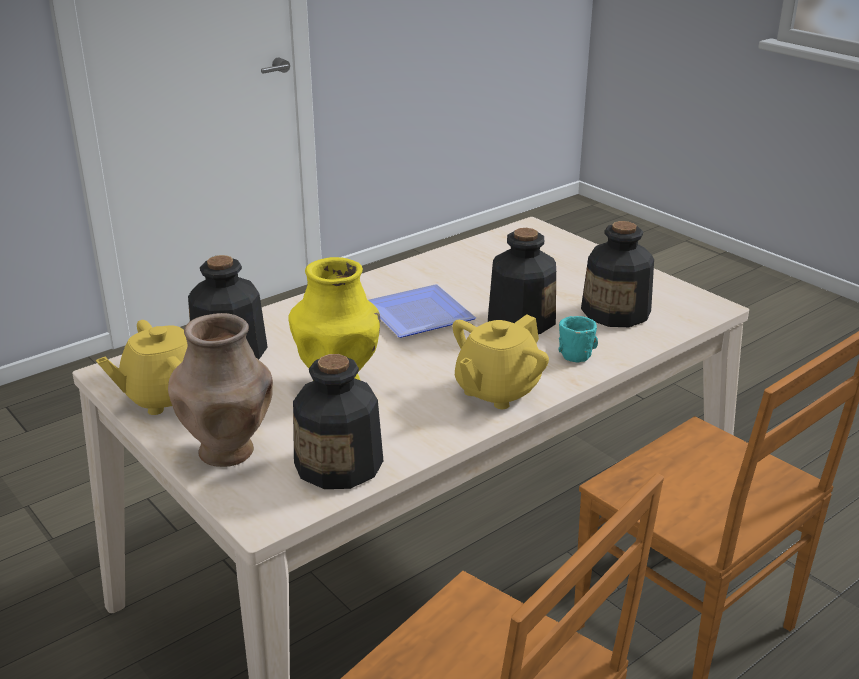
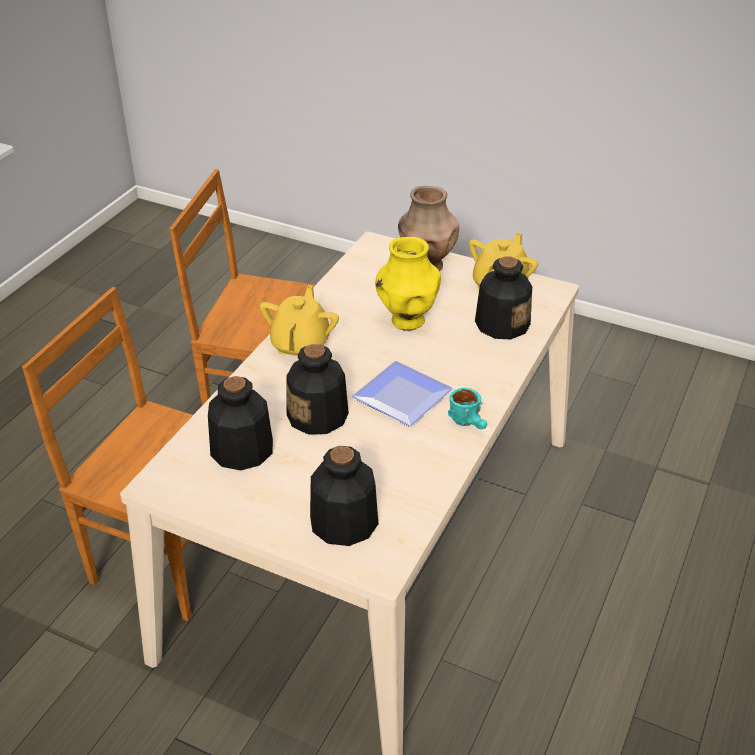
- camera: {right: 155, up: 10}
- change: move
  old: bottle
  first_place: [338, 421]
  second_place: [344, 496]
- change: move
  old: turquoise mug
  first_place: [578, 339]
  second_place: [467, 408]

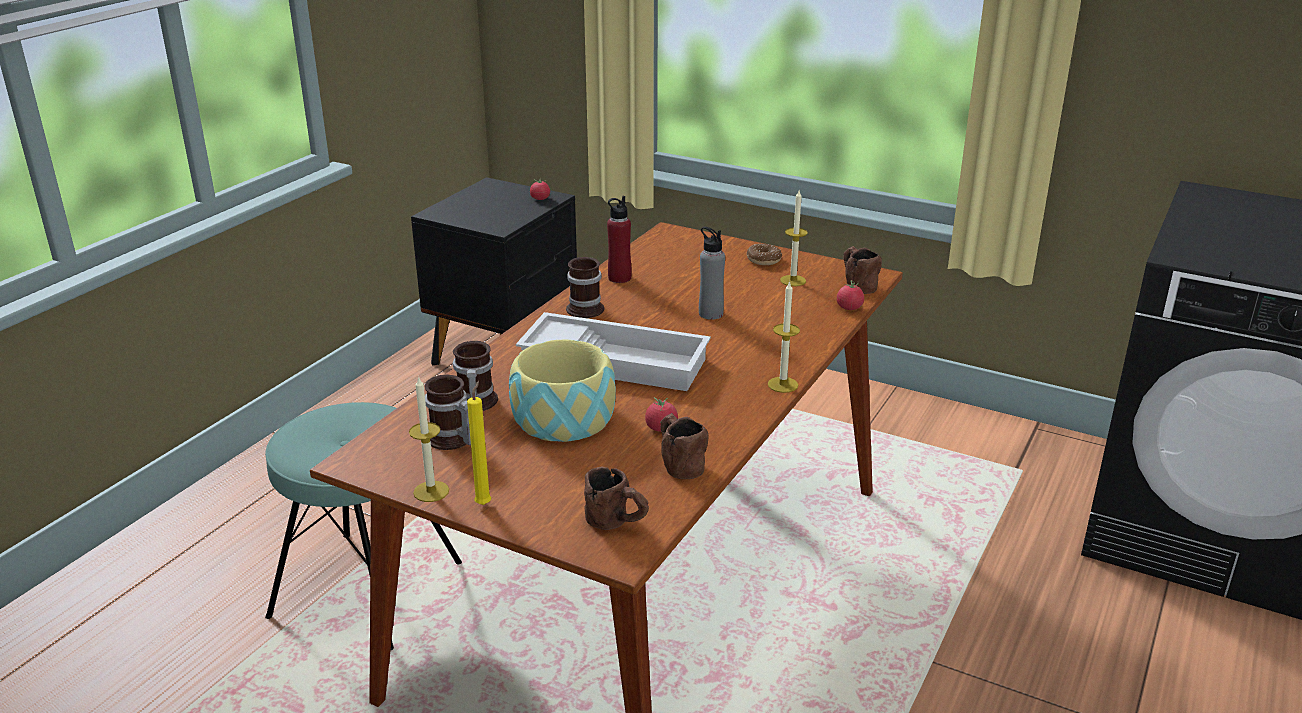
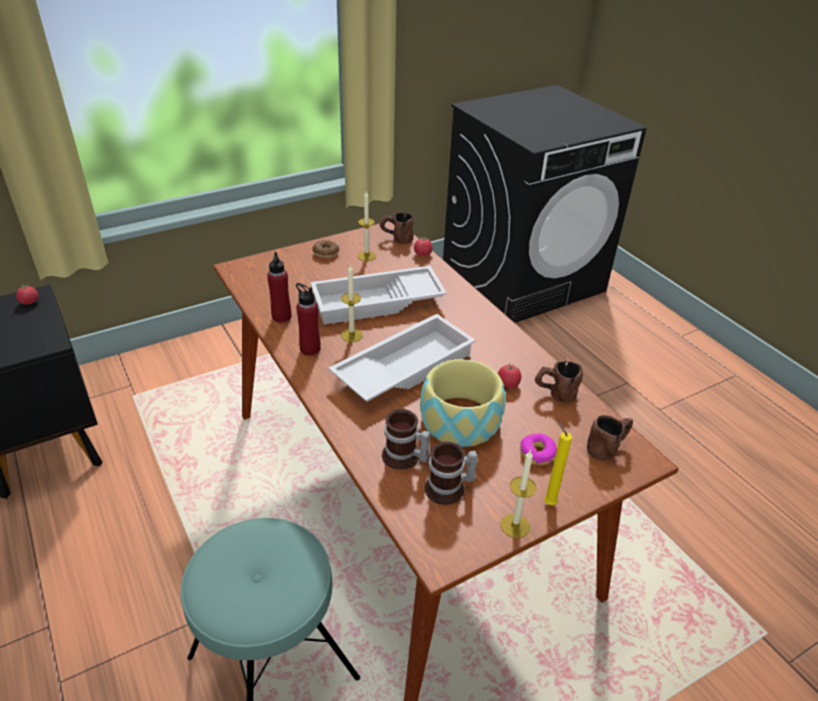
- camera: {right: -60, up: 10}
- change: insert
  new: donut
  second_place: [538, 449]
- change: move
  old: candle
  first_place: [784, 337]
  second_place: [352, 303]
- change: replace
  old: mug
  new: red bottle
  first_place: [585, 287]
  second_place: [308, 319]
- change: replace
  old: grey bottle
  new: white tray
  first_place: [712, 273]
  second_place: [378, 295]

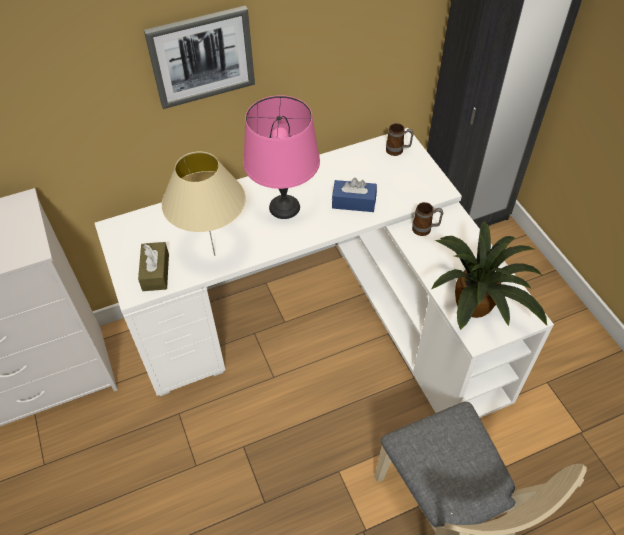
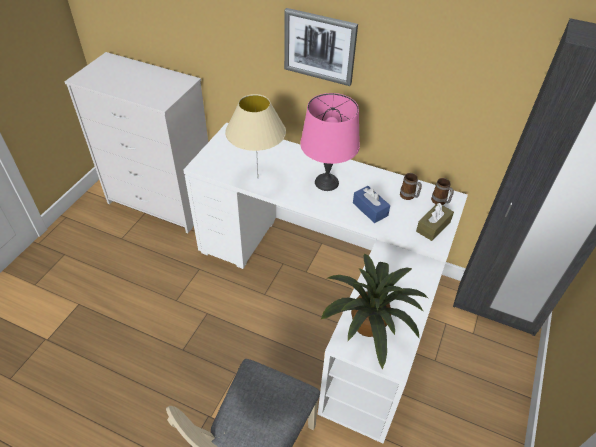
- camera: {right: 45, up: -5}
- change: move
  old: brown tissue box
  first_place: [153, 266]
  second_place: [435, 222]
- change: move
  old: mug
  first_place: [427, 219]
  second_place: [411, 186]

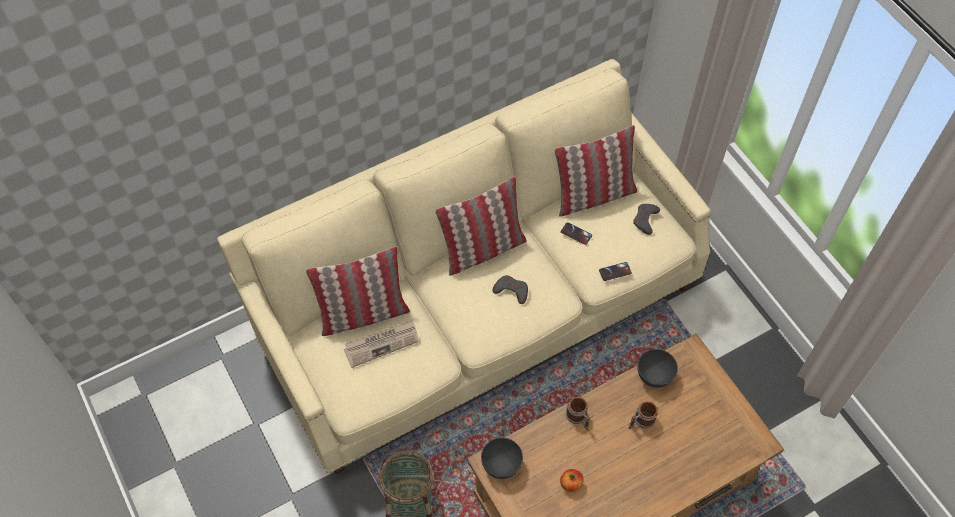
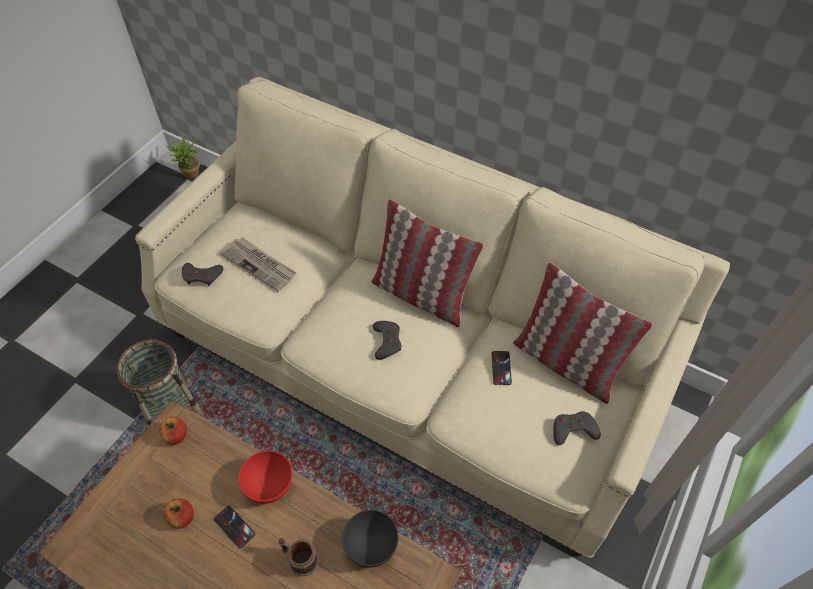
- camera: {right: 60, up: -5}
- change: delete
  old: pillow
  first_place: [358, 291]
- change: insert
  new: potted plant
  second_place: [183, 156]
- change: insert
  new: grey game controller
  second_place: [202, 274]
- change: move
  old: phone
  first_place: [615, 271]
  second_place: [234, 527]
- change: replace
  old: grey bowl
  new: apple
  first_place: [502, 458]
  second_place: [173, 430]
- change: replace
  old: mug
  new: red bowl
  first_place: [578, 413]
  second_place: [265, 477]

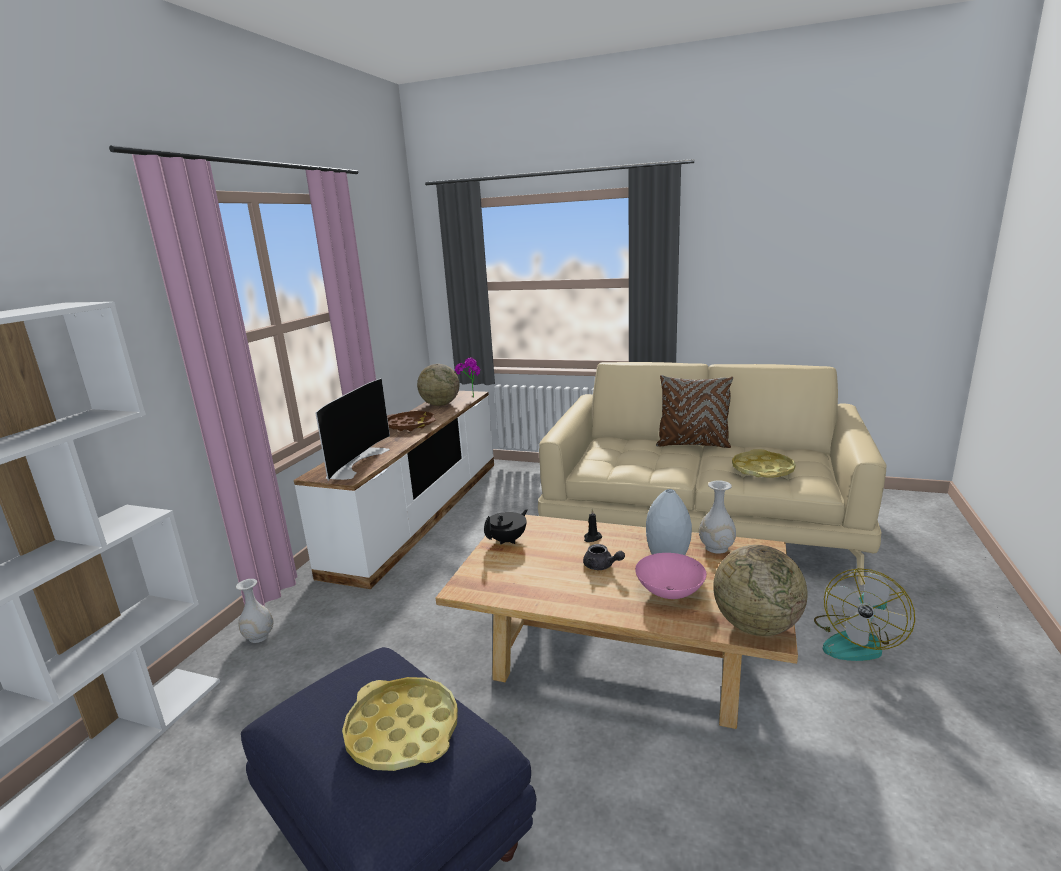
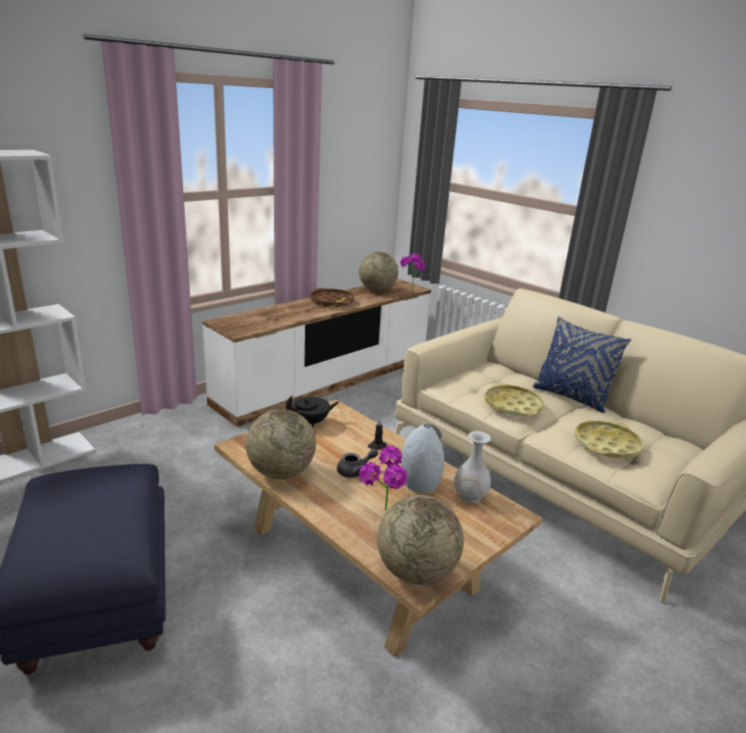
- camera: {right: 25, up: 5}
- change: delete
  old: white vase
  first_place: [255, 611]
- change: delete
  old: television
  first_place: [352, 429]
- change: delete
  old: fan
  first_place: [864, 614]
- change: insert
  new: globe
  second_place: [281, 444]
- change: move
  old: yellow tray
  first_place: [400, 724]
  second_place: [514, 399]
- change: replace
  old: pink bowl
  new: potted plant
  first_place: [670, 576]
  second_place: [383, 477]
- change: recolor
  old: brown pillow
  new: blue pillow
  first_place: [694, 411]
  second_place: [581, 365]
- change: rotate
  old: grey teapot
  first_place: [604, 557]
  second_place: [357, 463]
  degrees: -90

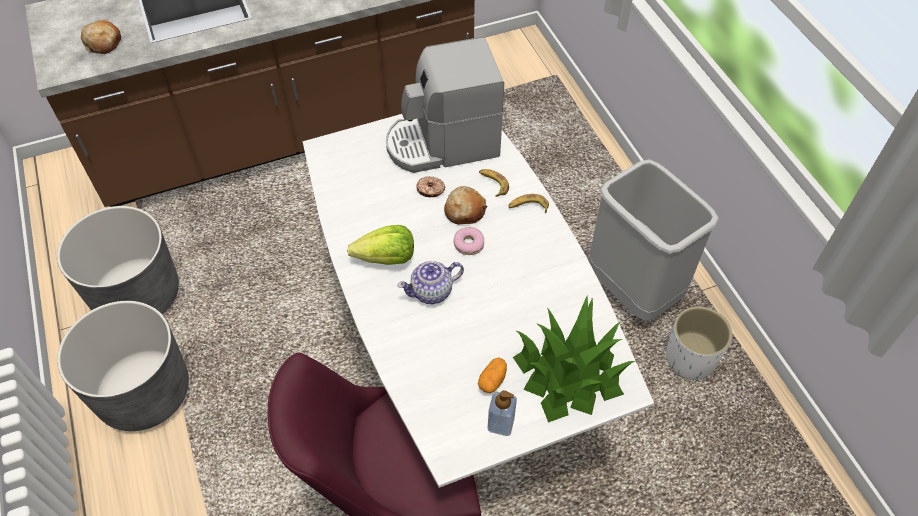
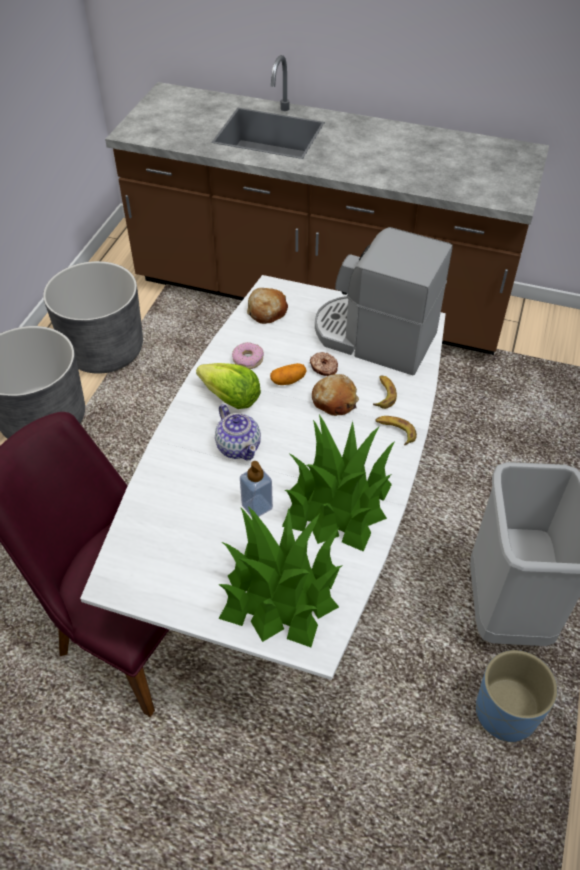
- camera: {right: 40, up: -5}
- change: insert
  new: potted plant
  second_place: [338, 483]
- change: move
  old: bread
  first_place: [101, 37]
  second_place: [267, 306]
- change: move
  old: donut
  first_place: [468, 241]
  second_place: [248, 355]
- change: move
  old: potato
  first_place: [492, 375]
  second_place: [288, 374]
- change: move
  old: soap dispenser
  first_place: [502, 413]
  second_place: [256, 489]
- change: recolor
  old: white planter
  new: blue planter
  first_place: [699, 343]
  second_place: [516, 696]
- change: rotate
  old: teapot
  first_place: [431, 282]
  second_place: [238, 432]
  degrees: -135

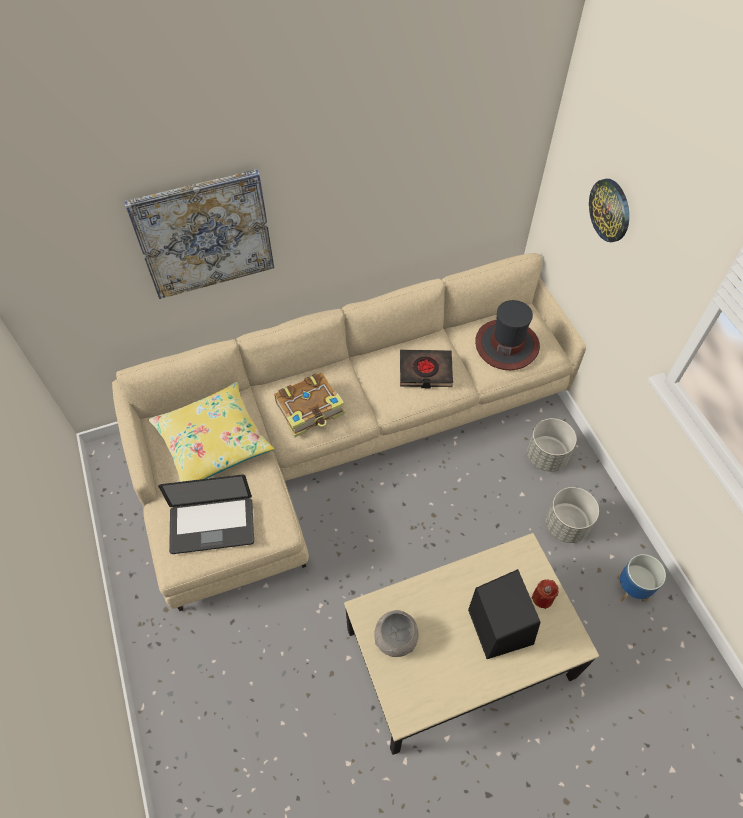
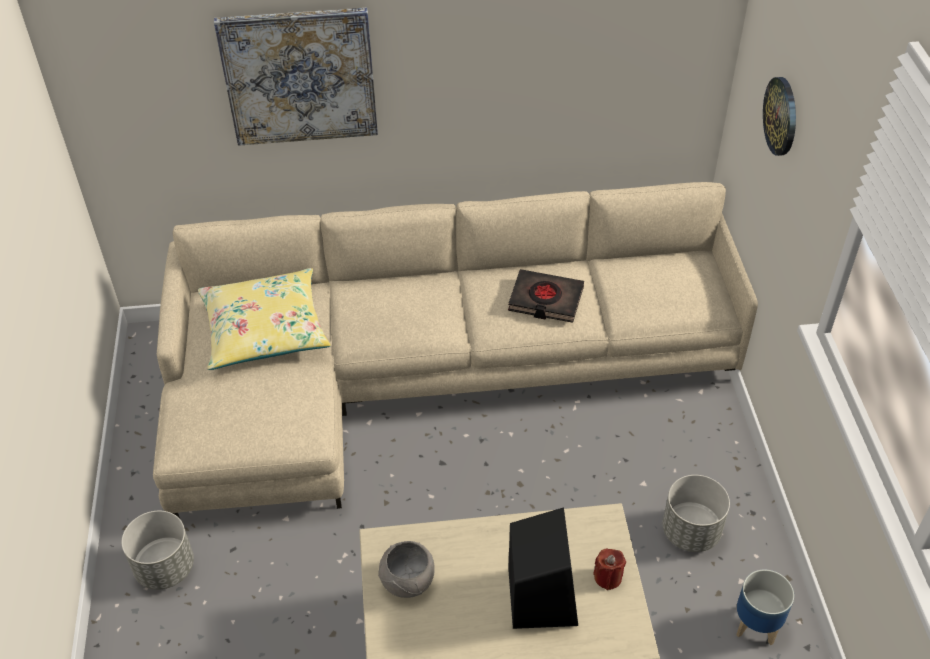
- camera: {right: 15, up: -10}
- change: delete
  old: laptop
  first_place: [206, 514]
- change: delete
  old: book
  first_place: [309, 405]
- change: delete
  old: hat
  first_place: [507, 335]
- change: move
  old: grey planter
  first_place: [552, 445]
  second_place: [157, 550]

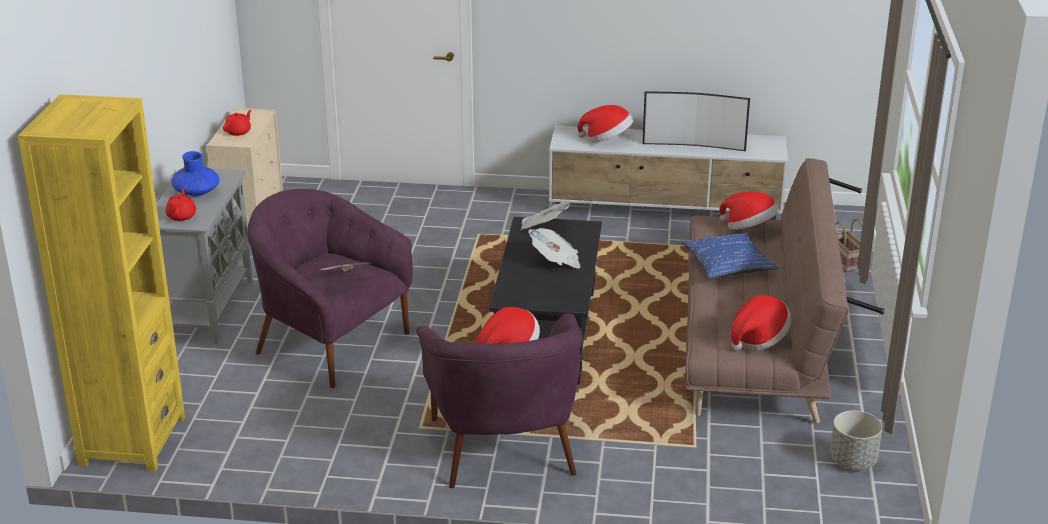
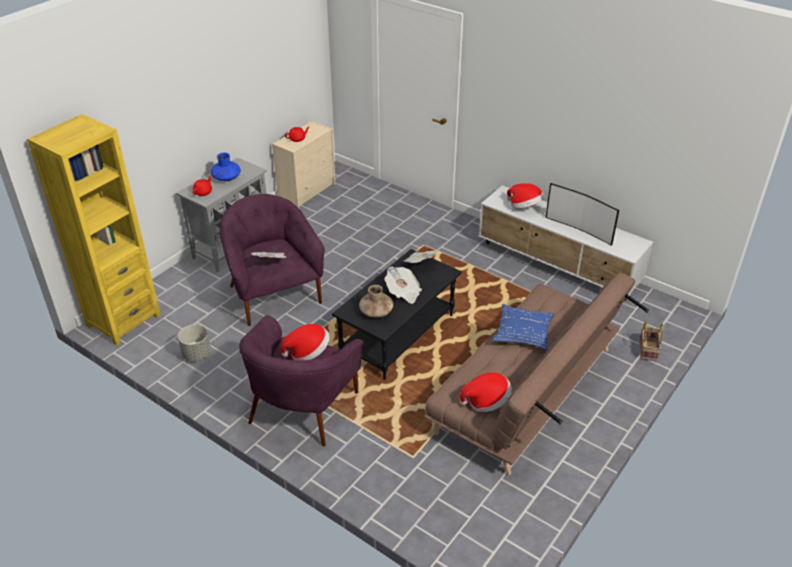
- camera: {right: 30, up: 10}
- change: delete
  old: hat
  first_place: [749, 210]
- change: insert
  new: brown vase
  second_place: [376, 301]
- change: move
  old: grey planter
  first_place: [856, 440]
  second_place: [194, 343]

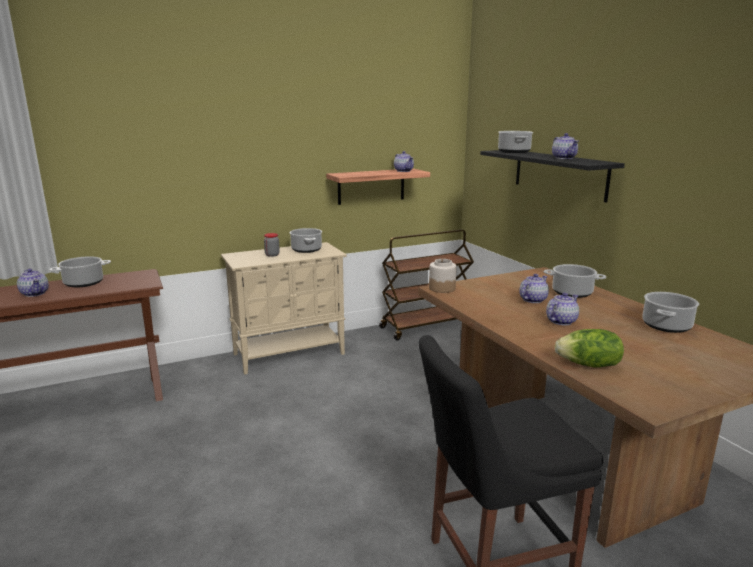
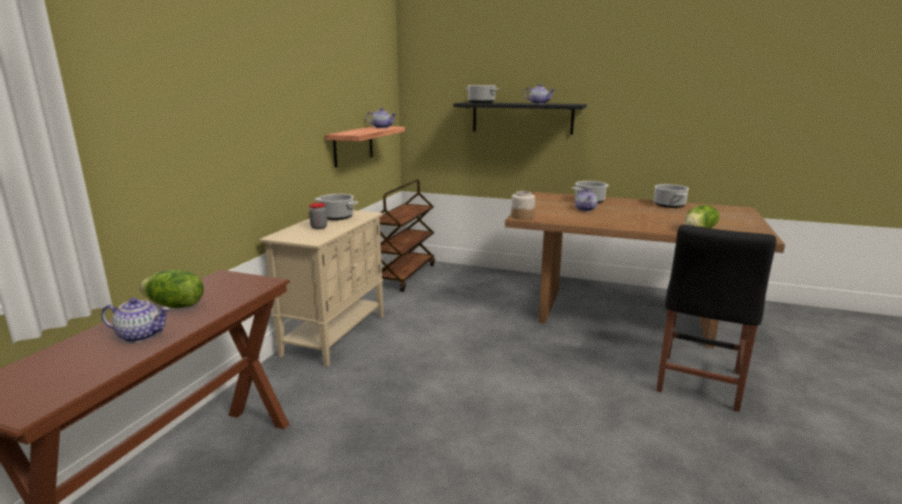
- camera: {right: -45, up: 0}
- change: delete
  old: teapot
  first_place: [562, 309]
- change: replace
  old: cooking pot
  new: lettuce
  first_place: [80, 271]
  second_place: [172, 289]

